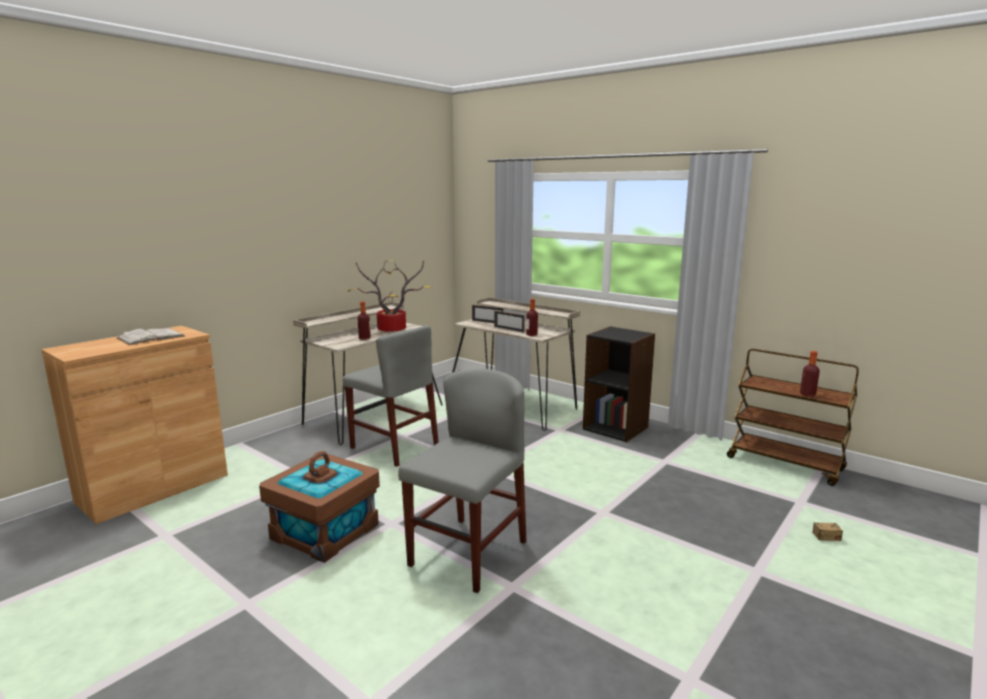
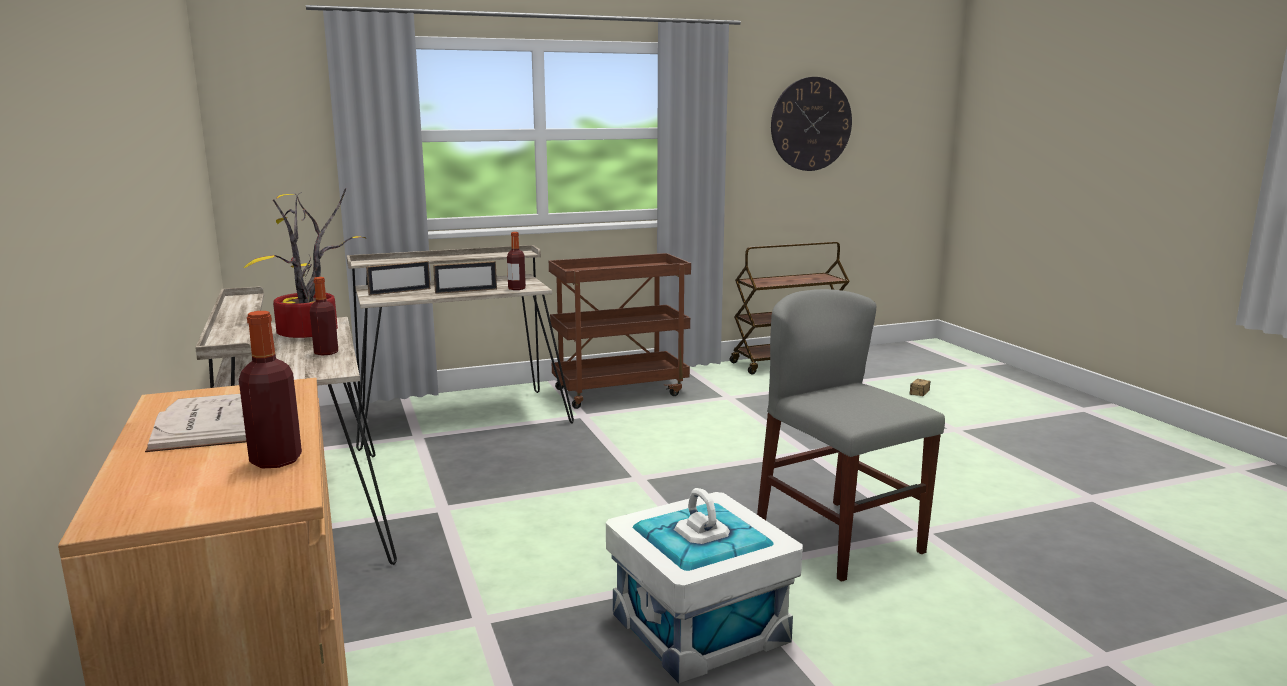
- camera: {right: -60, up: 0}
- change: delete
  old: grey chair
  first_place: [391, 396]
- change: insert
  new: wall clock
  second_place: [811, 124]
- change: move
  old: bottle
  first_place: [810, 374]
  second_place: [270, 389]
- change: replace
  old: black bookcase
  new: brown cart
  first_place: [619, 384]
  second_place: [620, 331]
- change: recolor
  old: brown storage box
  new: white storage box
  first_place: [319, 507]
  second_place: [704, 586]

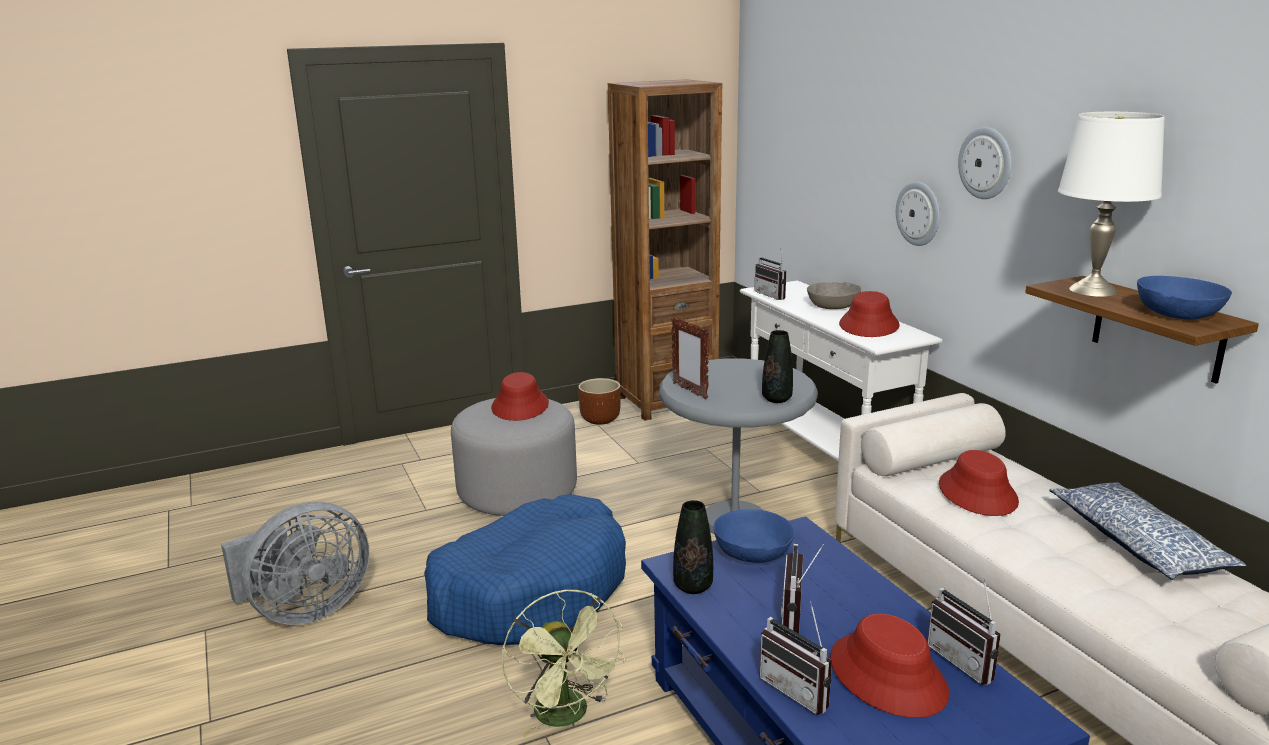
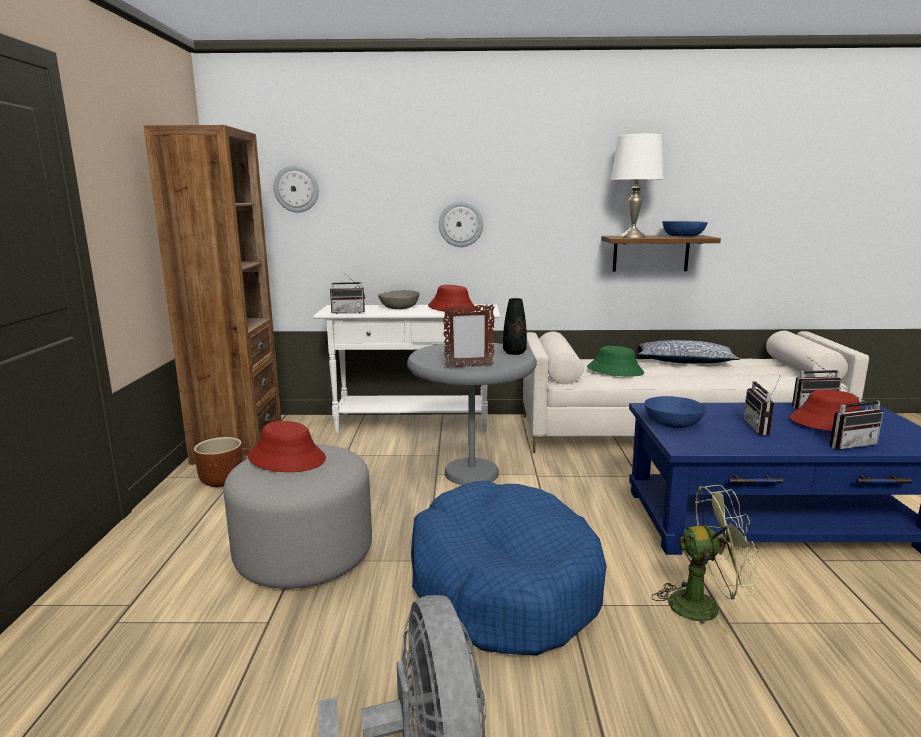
- camera: {right: -65, up: -5}
- change: delete
  old: black vase
  first_place: [693, 547]
- change: move
  old: wall clock
  first_place: [985, 163]
  second_place: [296, 189]
- change: recolor
  old: red hat
  new: green hat
  first_place: [979, 483]
  second_place: [615, 361]
- change: rotate
  old: radio
  first_place: [802, 589]
  second_place: [762, 405]
  degrees: 60

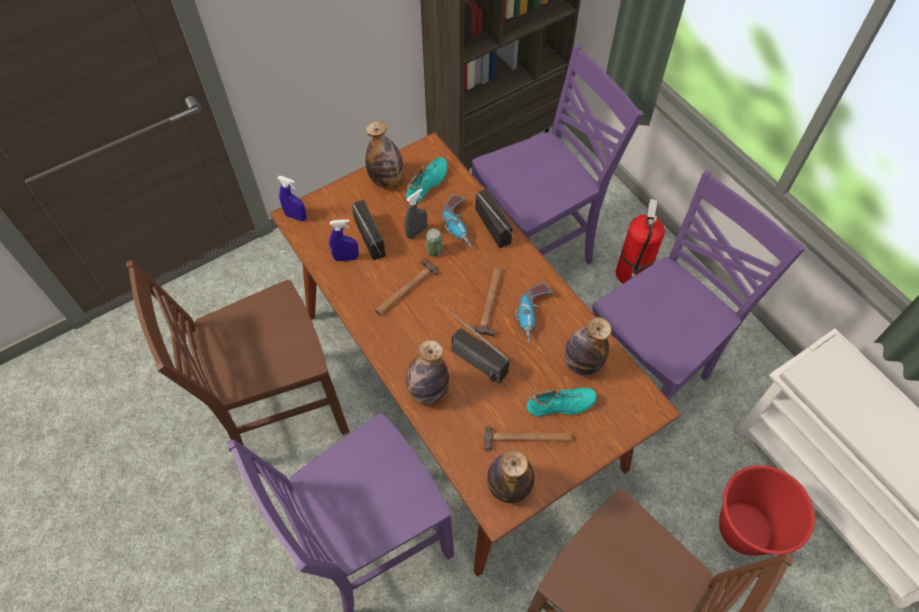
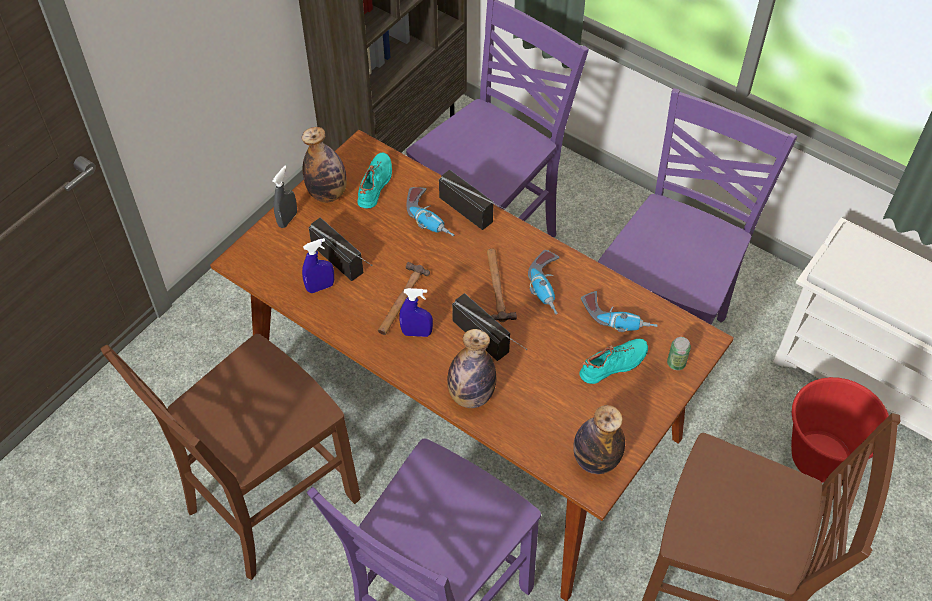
- camera: {right: -20, up: -5}
- change: delete
  old: hammer
  first_place: [527, 438]
- change: delete
  old: fire extinguisher
  first_place: [640, 241]
- change: move
  old: blue spray bottle
  first_place: [292, 199]
  second_place: [416, 312]
- change: move
  old: grey spray bottle
  first_place: [415, 213]
  second_place: [284, 197]
- change: move
  old: can
  first_place: [434, 242]
  second_place: [679, 353]
- change: replace
  old: bottle
  new: power drill
  first_place: [587, 346]
  second_place: [619, 311]
- change: rotate
  old: radio
  first_place: [471, 340]
  second_place: [489, 327]
  degrees: -150

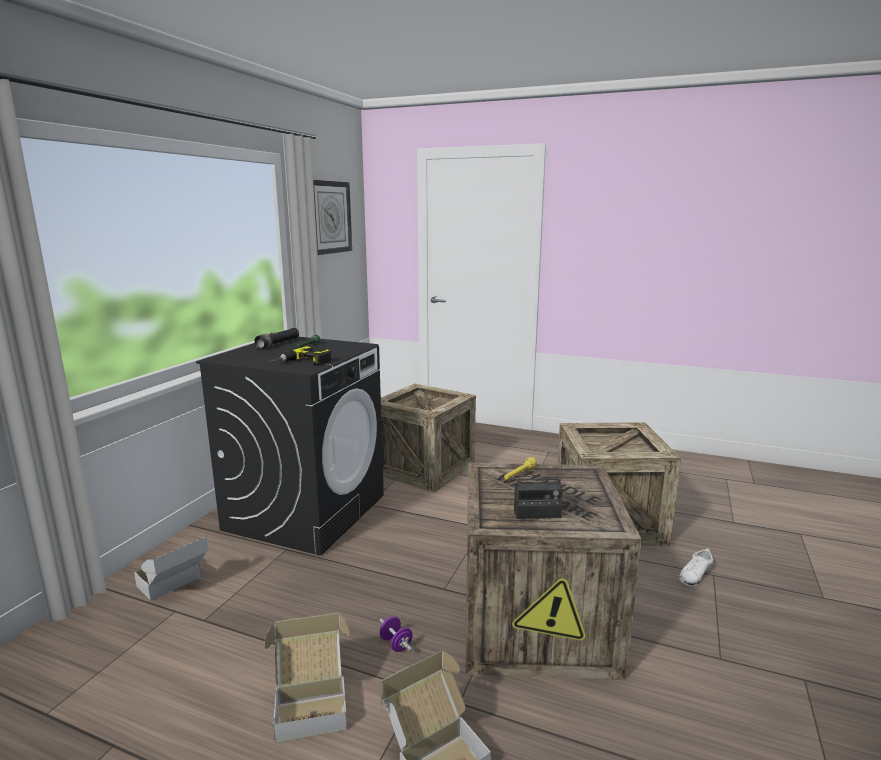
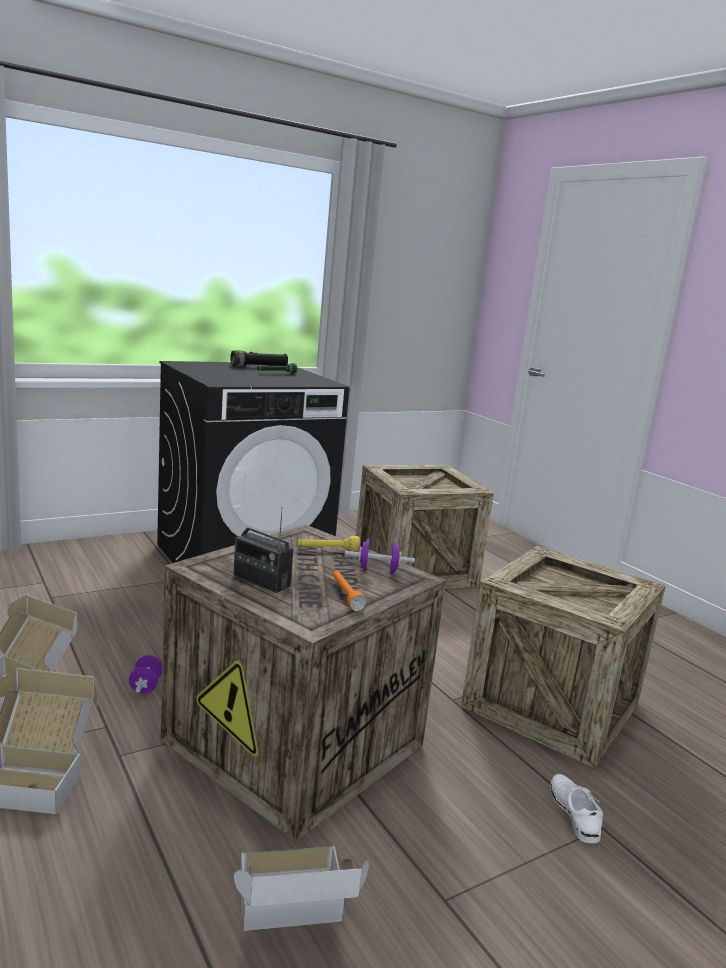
- camera: {right: 35, up: 0}
- change: delete
  old: power drill
  first_place: [299, 355]
- change: delete
  old: wall clock
  first_place: [332, 217]
- change: insert
  new: orange flashlight
  second_place: [349, 590]
- change: insert
  new: purple dumbbell
  second_place: [380, 556]
- change: move
  old: cardboard box
  first_place: [171, 568]
  second_place: [301, 888]
- change: rotate
  old: white shoe
  first_place: [696, 567]
  second_place: [576, 808]
  degrees: 90

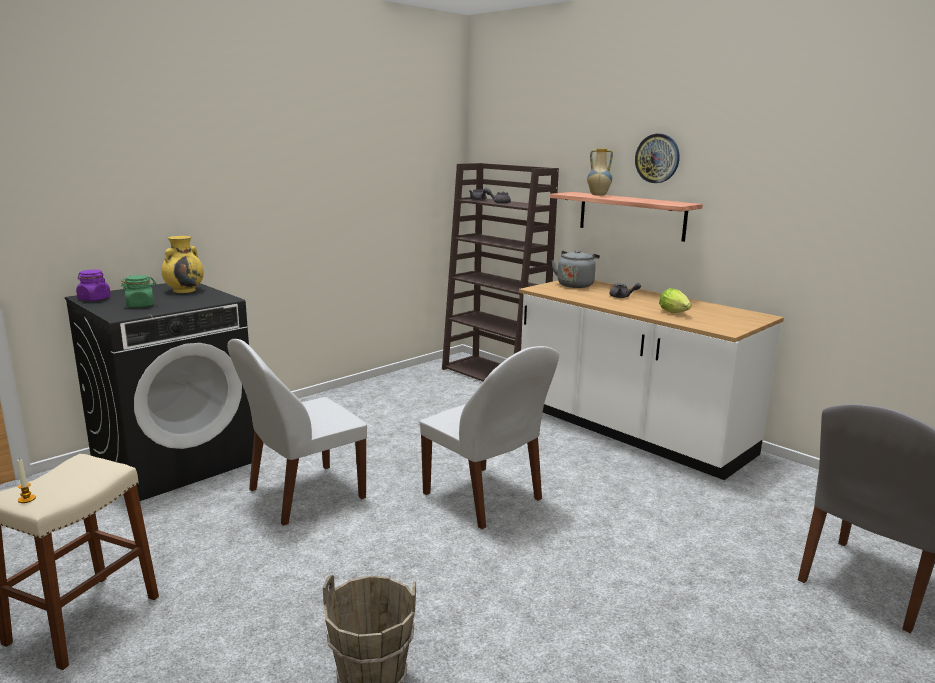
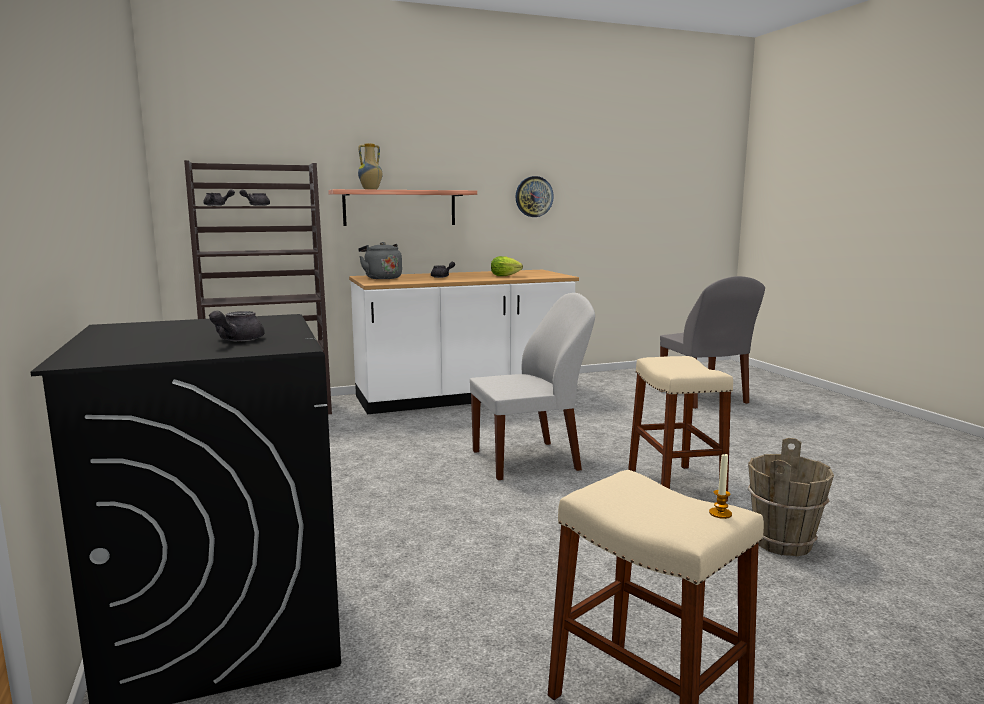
- camera: {right: -65, up: -5}
- change: delete
  old: purple jar
  first_place: [93, 285]
- change: delete
  old: yellow vase
  first_place: [183, 264]
- change: delete
  old: white chair
  first_place: [297, 432]
- change: insert
  new: beige stool
  second_place: [680, 429]
- change: move
  old: wall clock
  first_place: [657, 158]
  second_place: [535, 196]
- change: replace
  old: green jar
  new: grey teapot
  first_place: [138, 291]
  second_place: [237, 325]

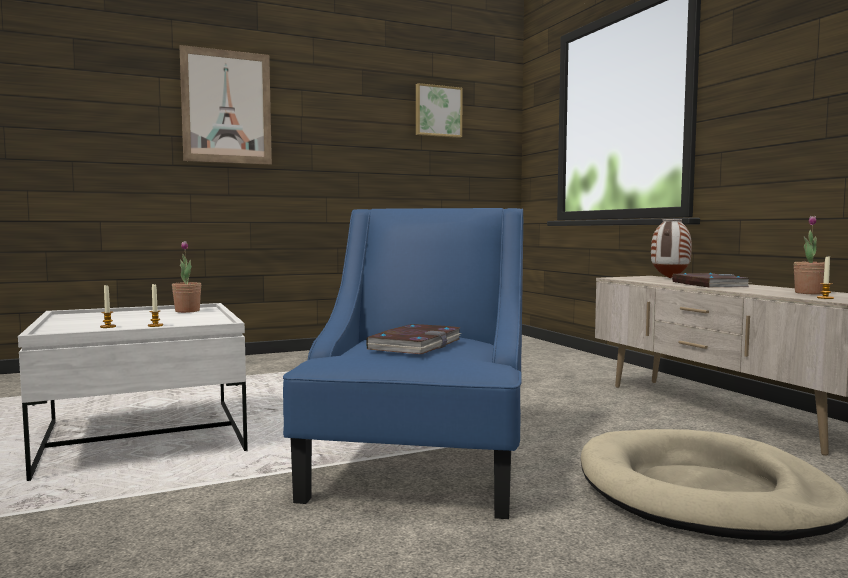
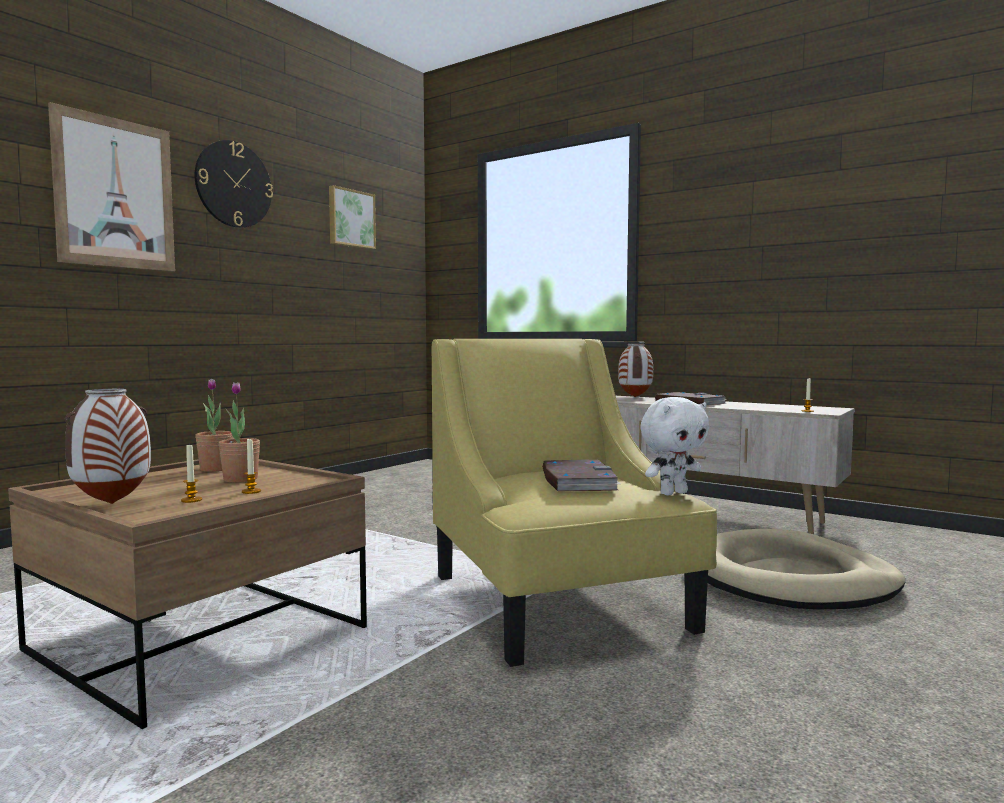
- camera: {right: -30, up: 0}
- change: insert
  new: vase
  second_place: [108, 446]
- change: insert
  new: wall clock
  second_place: [234, 184]
- change: insert
  new: white plush toy
  second_place: [674, 446]
- change: move
  old: potted plant
  first_place: [809, 255]
  second_place: [239, 432]
- change: recolor
  old: white coffee table
  new: brown coffee table
  first_place: [133, 392]
  second_place: [187, 594]
- change: recolor
  old: blue armchair
  new: yellow armchair
  first_place: [403, 363]
  second_place: [574, 503]

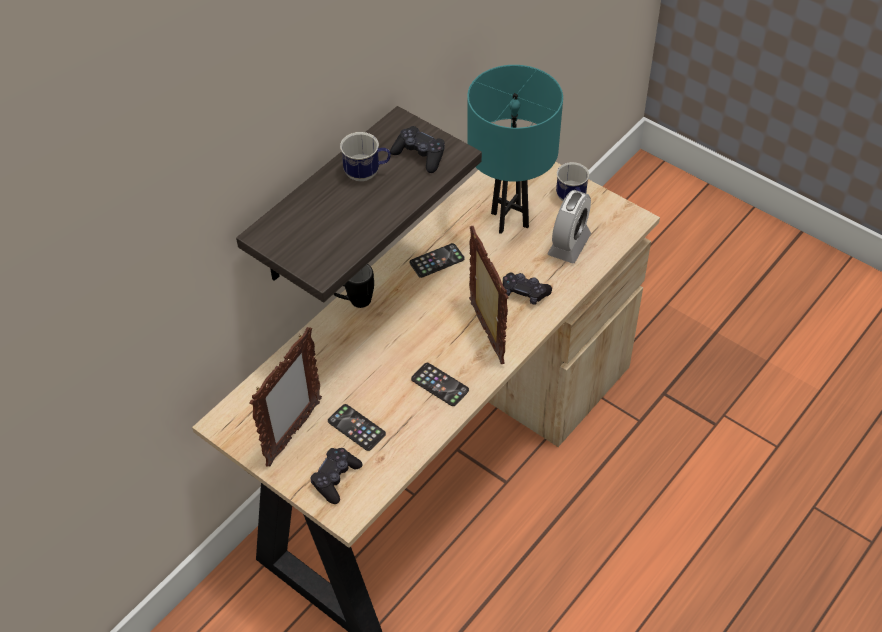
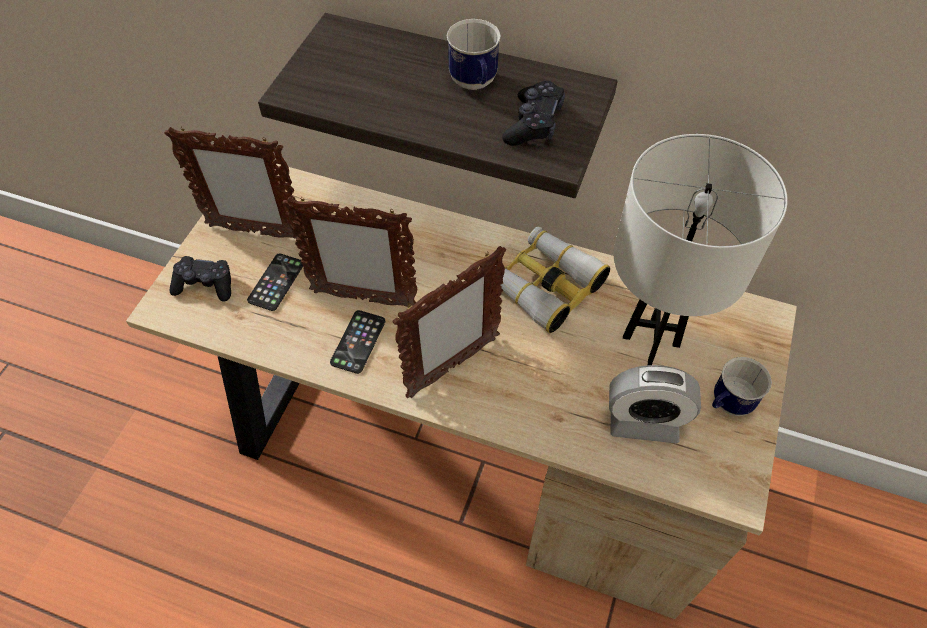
- camera: {right: 70, up: 5}
- change: delete
  old: black mug
  first_place: [353, 286]
- change: delete
  old: black game controller
  first_place: [527, 289]
- change: insert
  new: picture frame
  second_place: [349, 251]
- change: replace
  old: phone
  new: binoculars
  first_place: [437, 260]
  second_place: [552, 280]
- change: recolor
  old: turquoise table lamp
  new: white table lamp
  first_place: [515, 149]
  second_place: [701, 249]

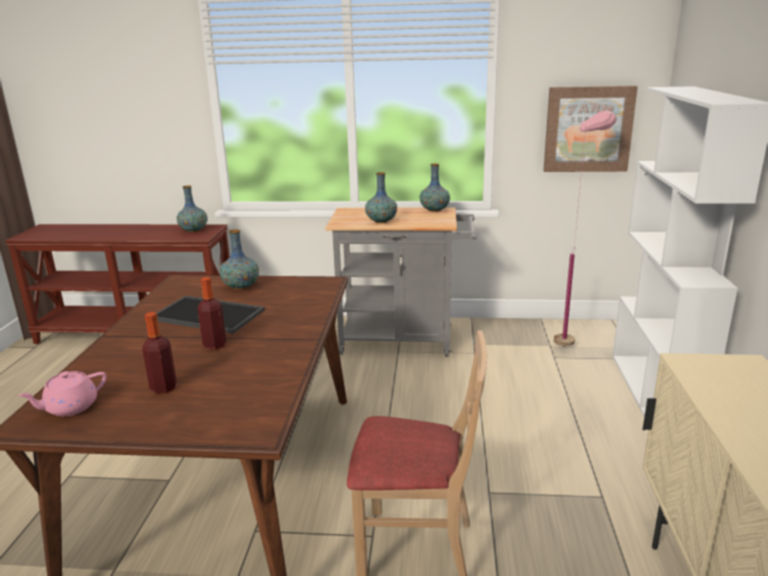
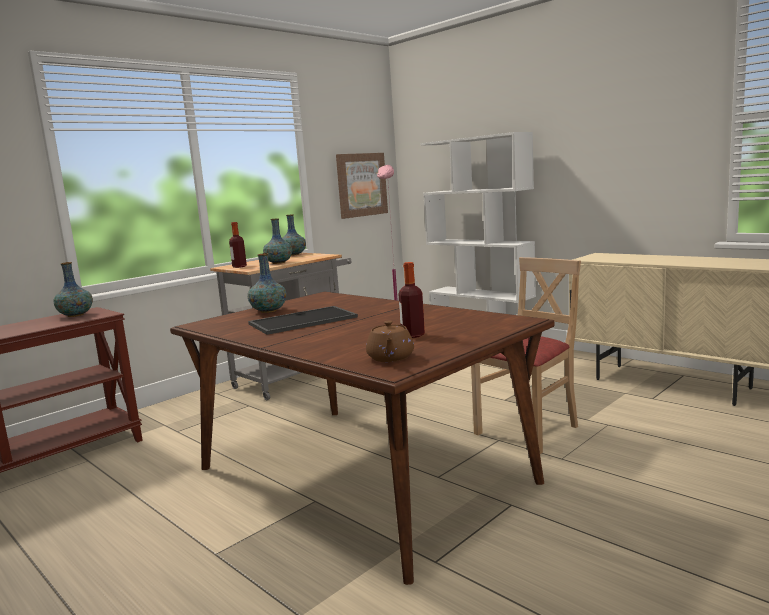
- camera: {right: -50, up: -10}
- change: move
  old: bottle
  first_place: [212, 313]
  second_place: [238, 245]
- change: recolor
  old: pink teapot
  new: brown teapot
  first_place: [62, 393]
  second_place: [390, 341]

